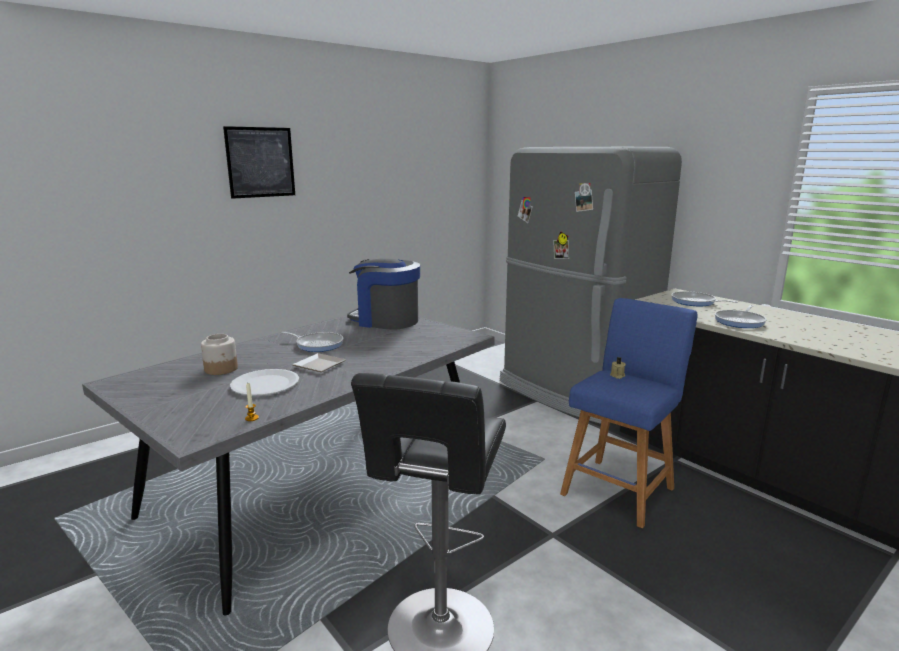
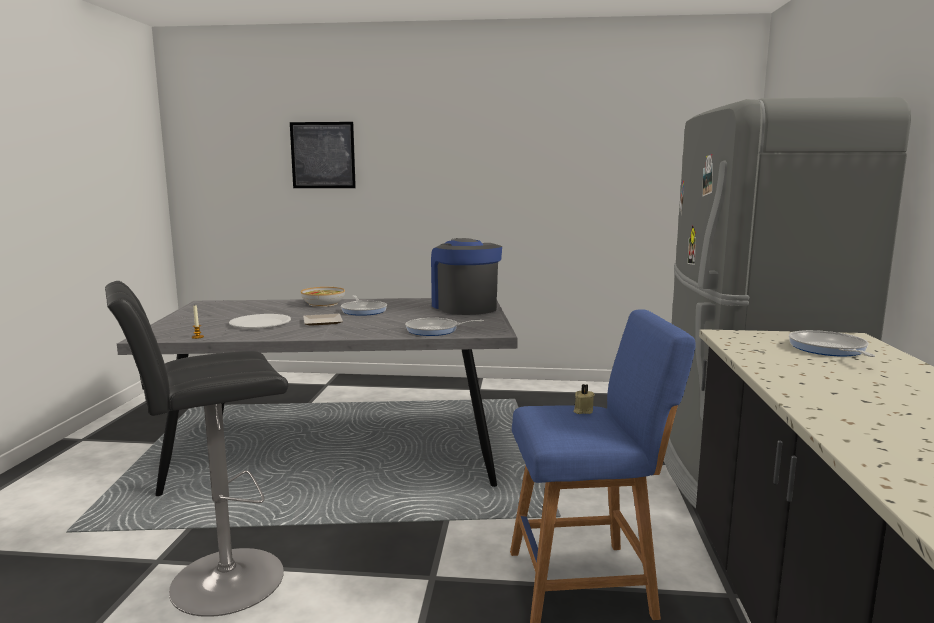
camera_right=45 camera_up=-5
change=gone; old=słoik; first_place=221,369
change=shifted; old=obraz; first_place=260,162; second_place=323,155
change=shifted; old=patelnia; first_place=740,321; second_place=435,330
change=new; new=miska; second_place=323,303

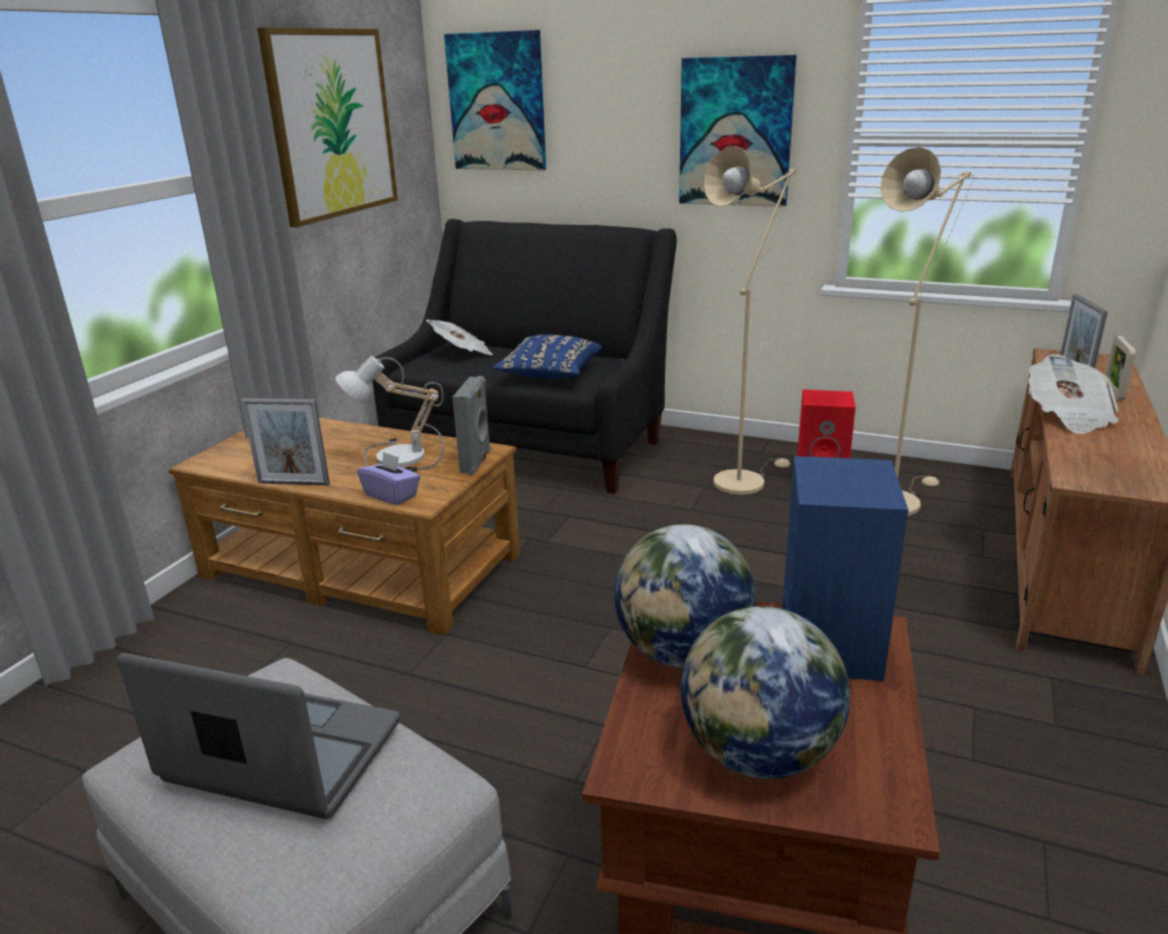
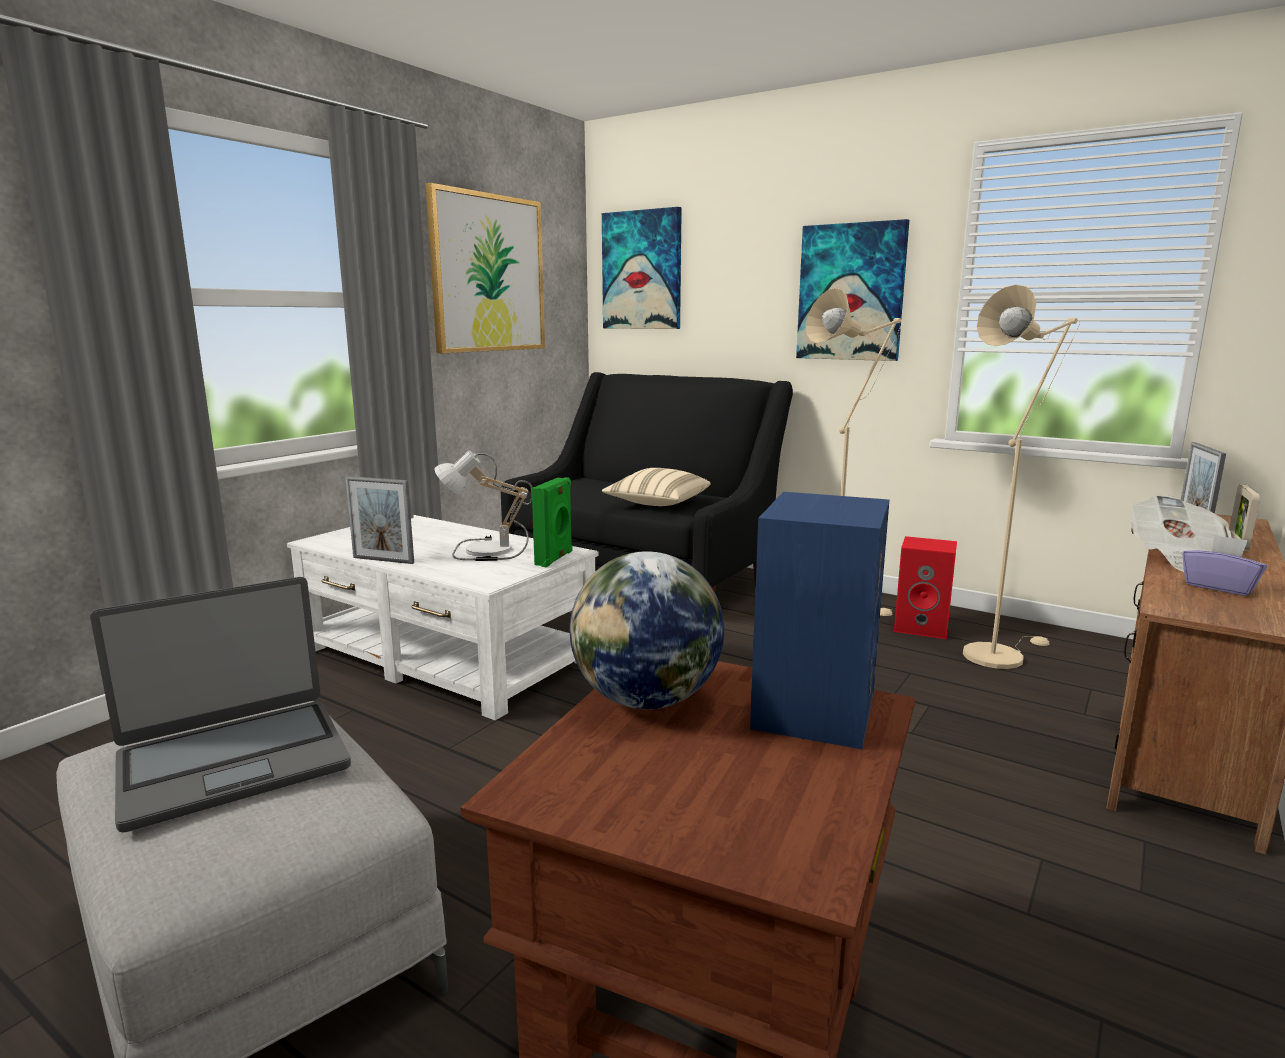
camera_right=10 camera_up=-10
change=rotated; old=laptop; first_place=282,754; second_place=233,761; degrees=120
change=repainted; old=ława/brązowy; new=ława/biały; first_place=361,566; second_place=447,656
change=shifted; old=pudełko chusteczek/fioletowy; first_place=392,495; second_place=1219,587
change=gone; old=gazeta; first_place=462,353
change=repainted; old=głośnik/szary; new=głośnik/zielony; first_place=477,462; second_place=555,558
change=repainted; old=poduszka/niebieski; new=poduszka/beżowy; first_place=550,375; second_place=657,504
change=gone; old=globus; first_place=759,755

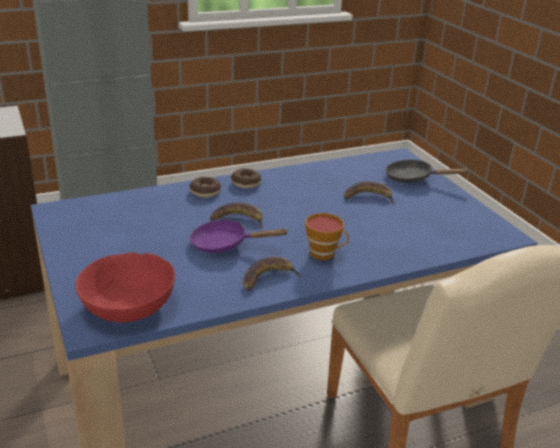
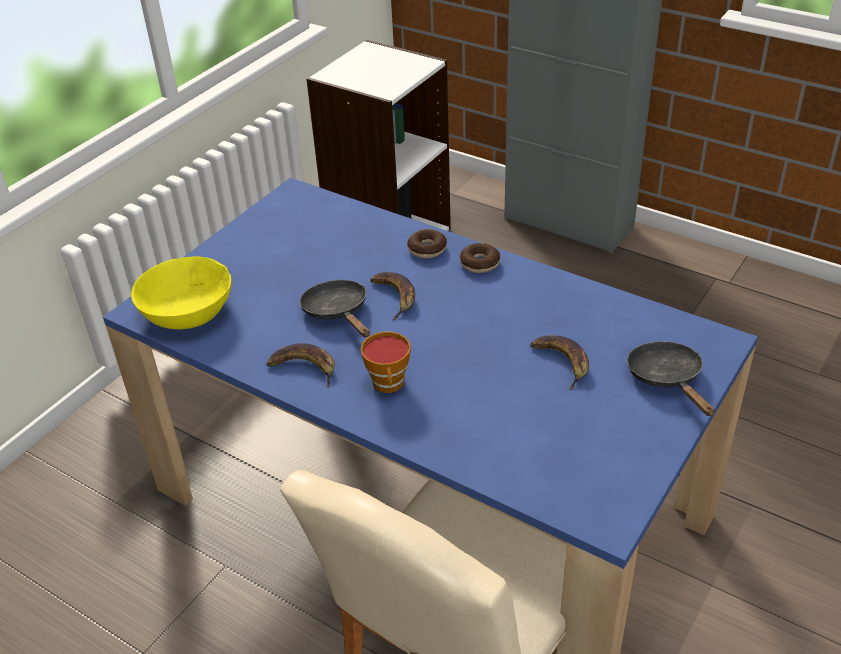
camera_right=60 camera_up=10
change=repainted; old=miska/czerwony; new=miska/żółty; first_place=127,305; second_place=187,310
change=repainted; old=patelnia/fioletowy; new=patelnia/czarny; first_place=225,244; second_place=338,312

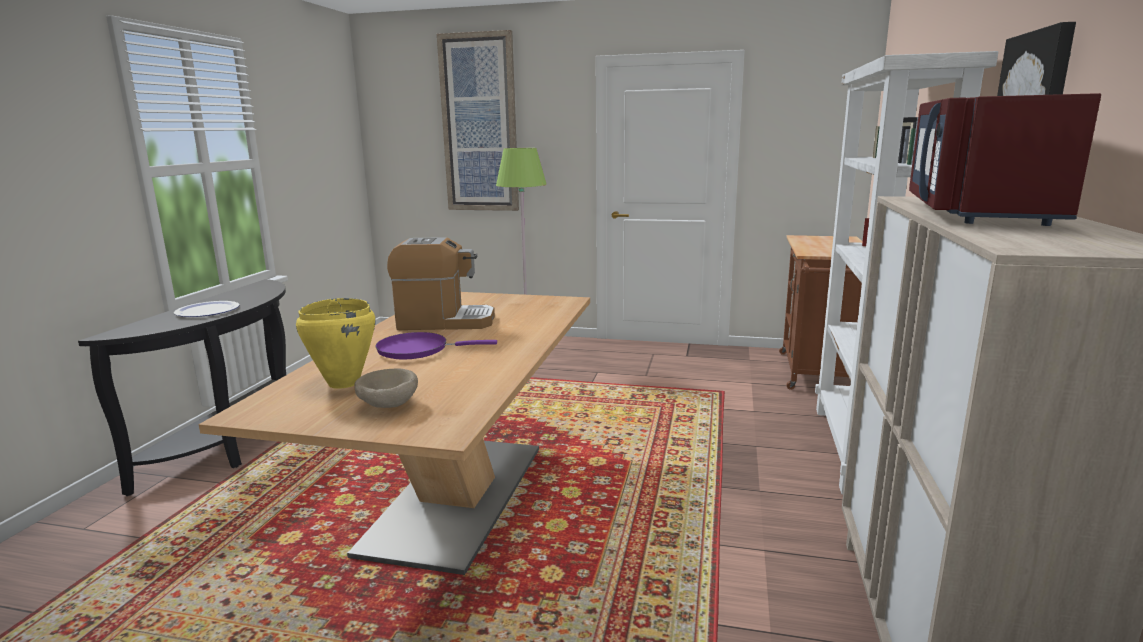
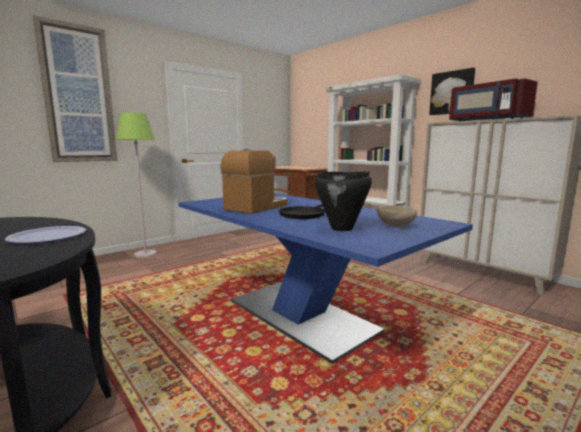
camera_right=-55 camera_up=-5
change=repainted; old=stół jadalny/beżowy; new=stół jadalny/niebieski; first_place=456,497; second_place=300,316
change=repainted; old=garnek/żółty; new=garnek/czarny; first_place=343,383; second_place=342,229
change=repainted; old=patelnia/fioletowy; new=patelnia/czarny; first_place=418,350; second_place=303,215

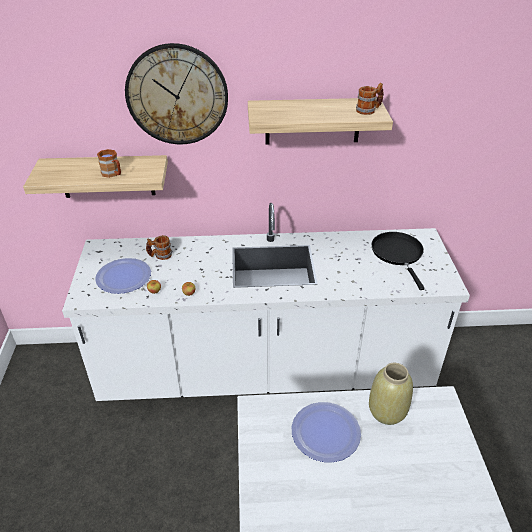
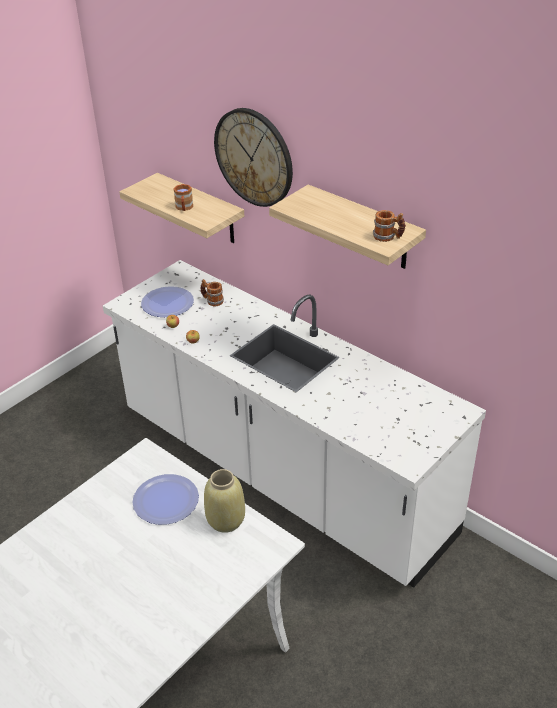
camera_right=45 camera_up=0
change=gone; old=patelnia/czarny; first_place=398,254

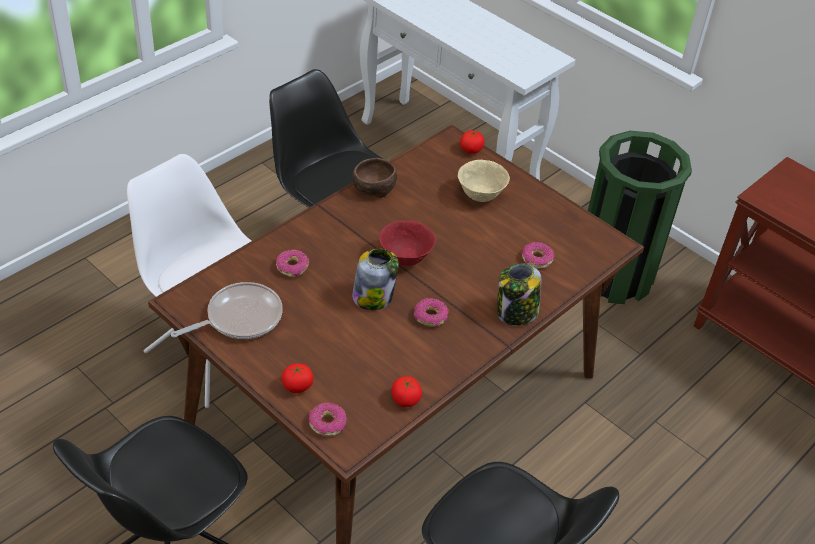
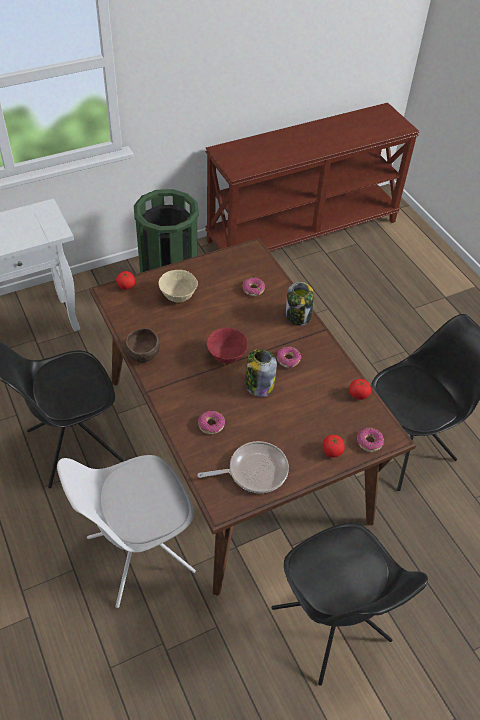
camera_right=-70 camera_up=5
change=rotated; old=patelnia; first_place=240,317; second_place=254,471; degrees=90

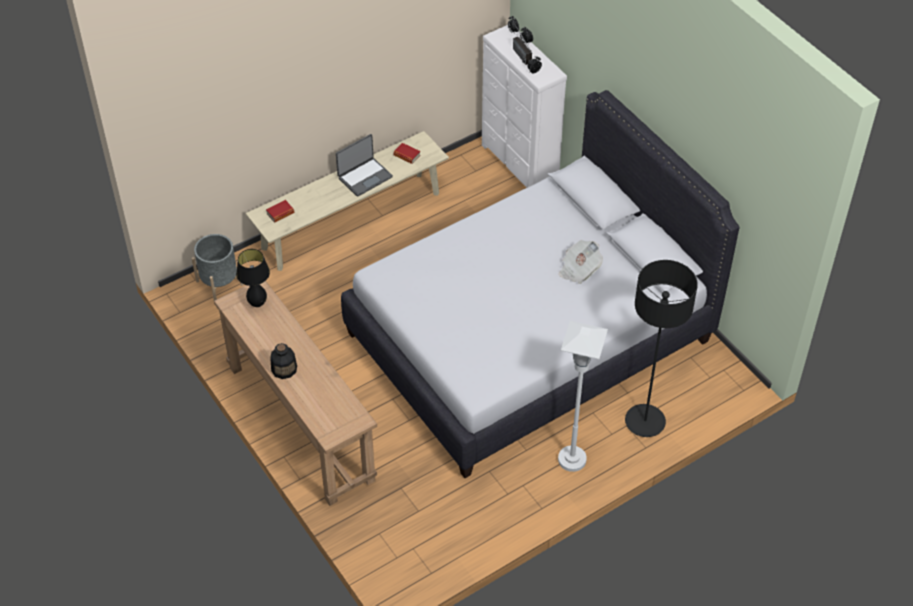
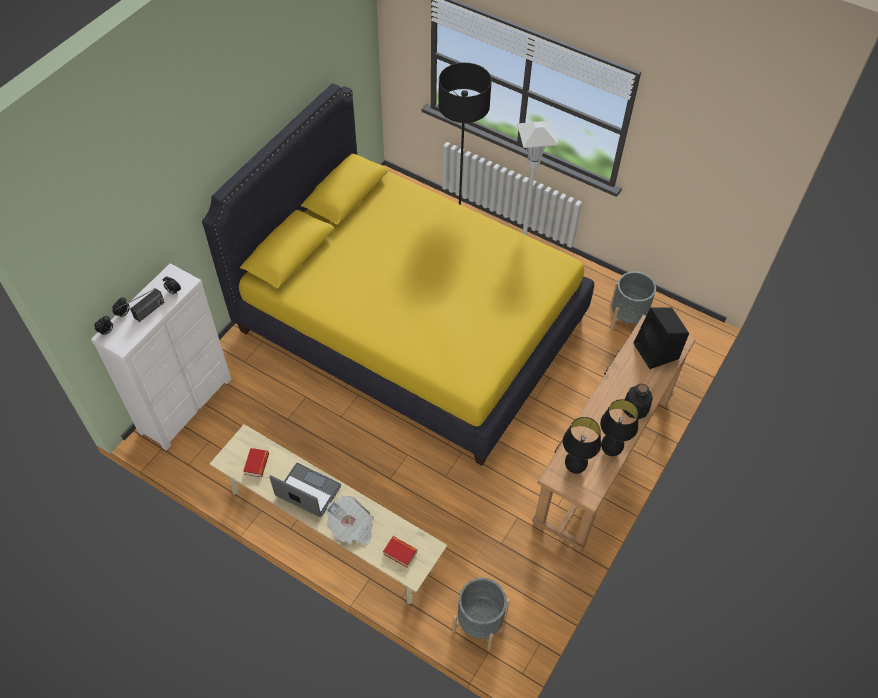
camera_right=-115 camera_up=5
change=repainted; old=łóżko/biały; new=łóżko/żółty; first_place=528,336; second_place=411,324
change=shifted; old=gazeta; first_place=579,269; second_place=352,527
change=new; new=lampa stołowa/czarny; second_place=610,451
change=new; new=donica/szary; second_place=627,318
change=new; new=głośnik/czarny; second_place=657,352

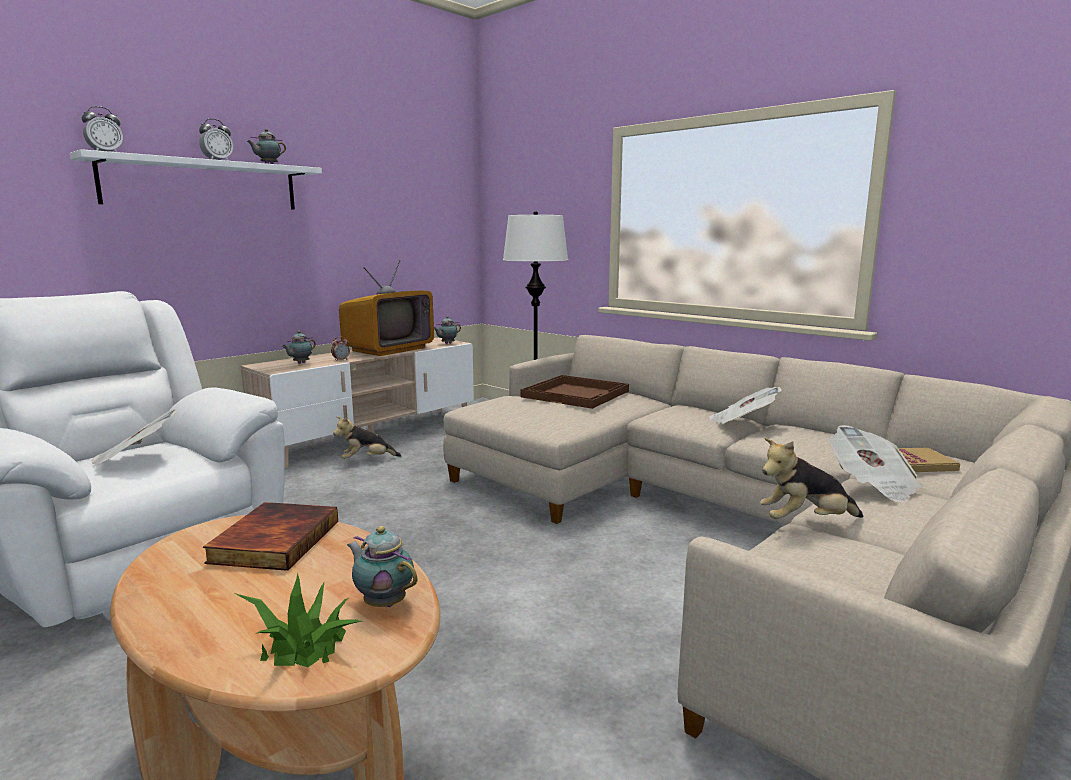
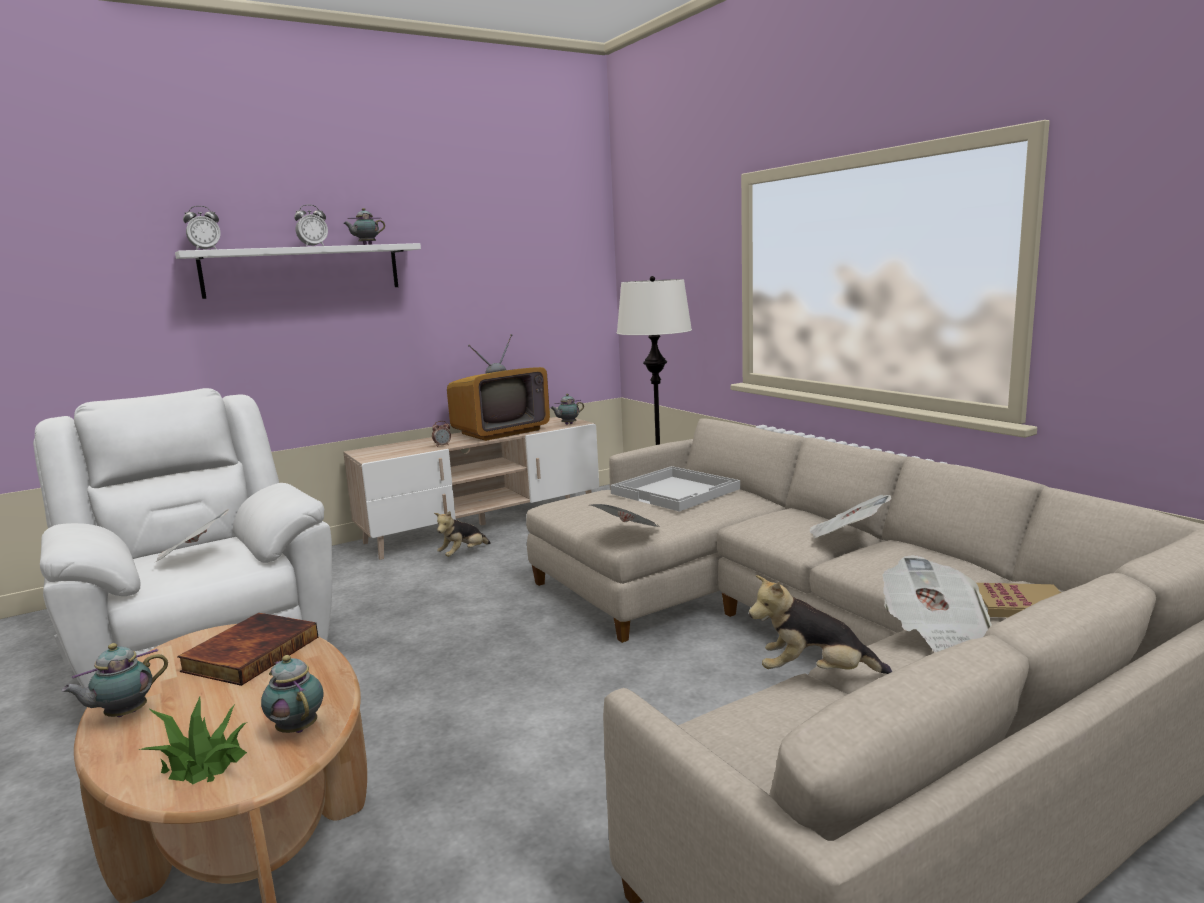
camera_right=15 camera_up=0
change=shifted; old=imbryk; first_place=300,363; second_place=123,715
change=rotated; old=pluszak; first_place=367,460; second_place=463,554; degrees=-45
change=repainted; old=taca/brązowy; new=taca/biały; first_place=576,394; second_place=676,491
change=new; new=gazeta; second_place=628,534

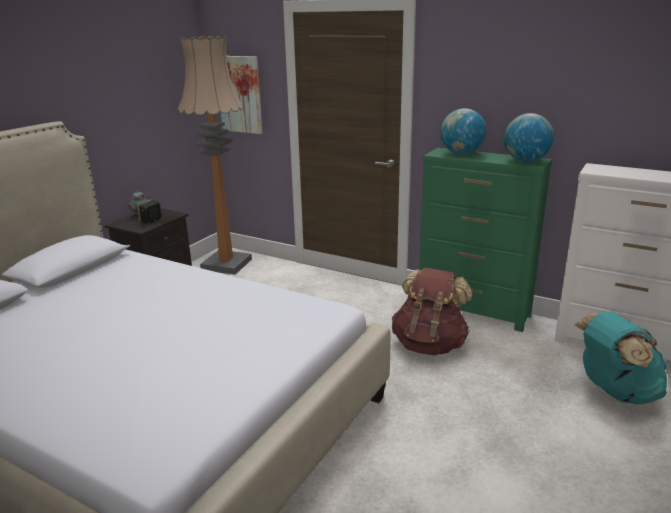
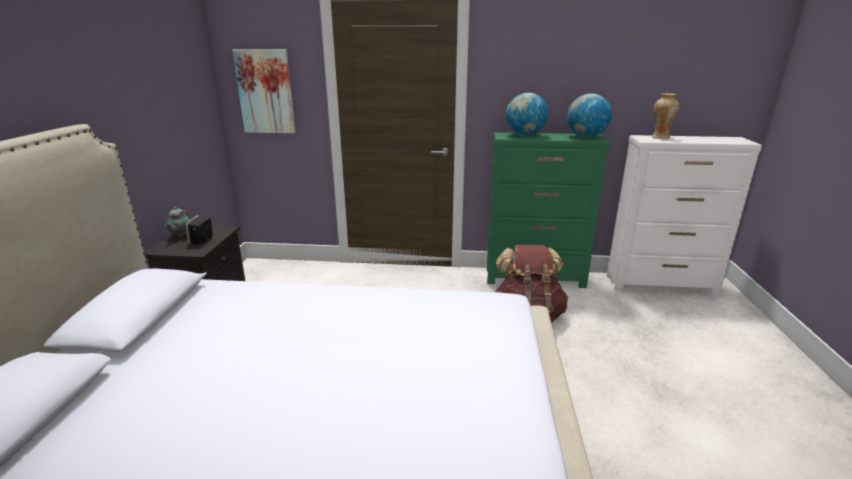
camera_right=-25 camera_up=0
change=gone; old=lampa stojąca; first_place=227,264
change=gone; old=plecak/turkusowy; first_place=615,391
change=new; new=wazon; second_place=660,137

